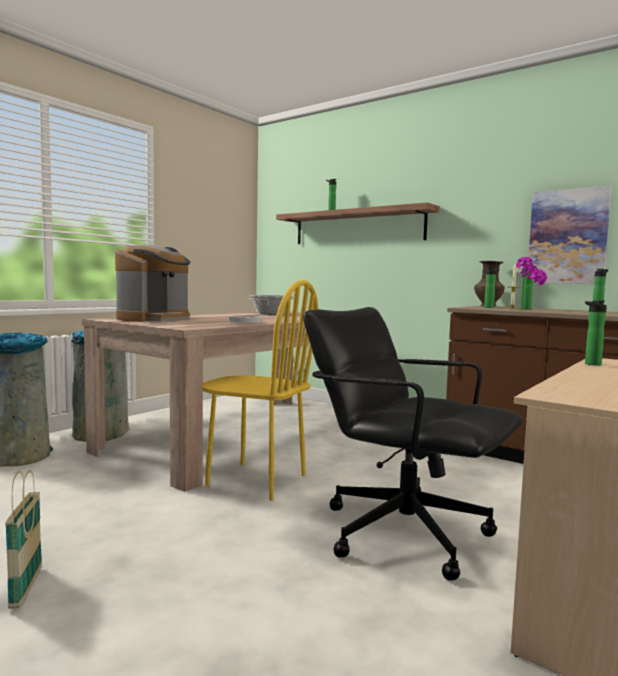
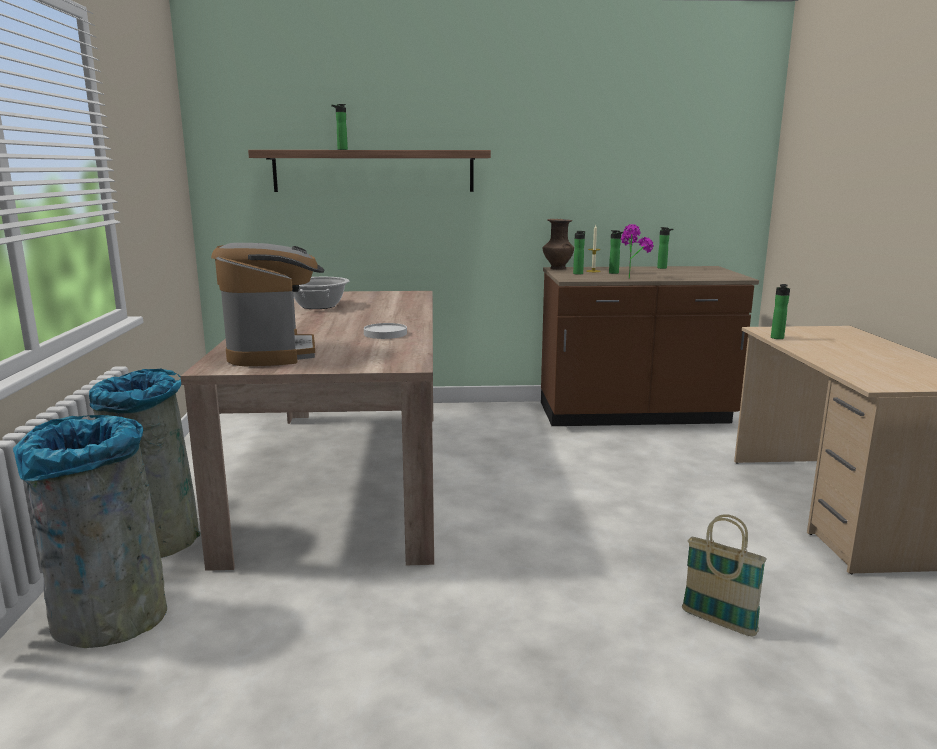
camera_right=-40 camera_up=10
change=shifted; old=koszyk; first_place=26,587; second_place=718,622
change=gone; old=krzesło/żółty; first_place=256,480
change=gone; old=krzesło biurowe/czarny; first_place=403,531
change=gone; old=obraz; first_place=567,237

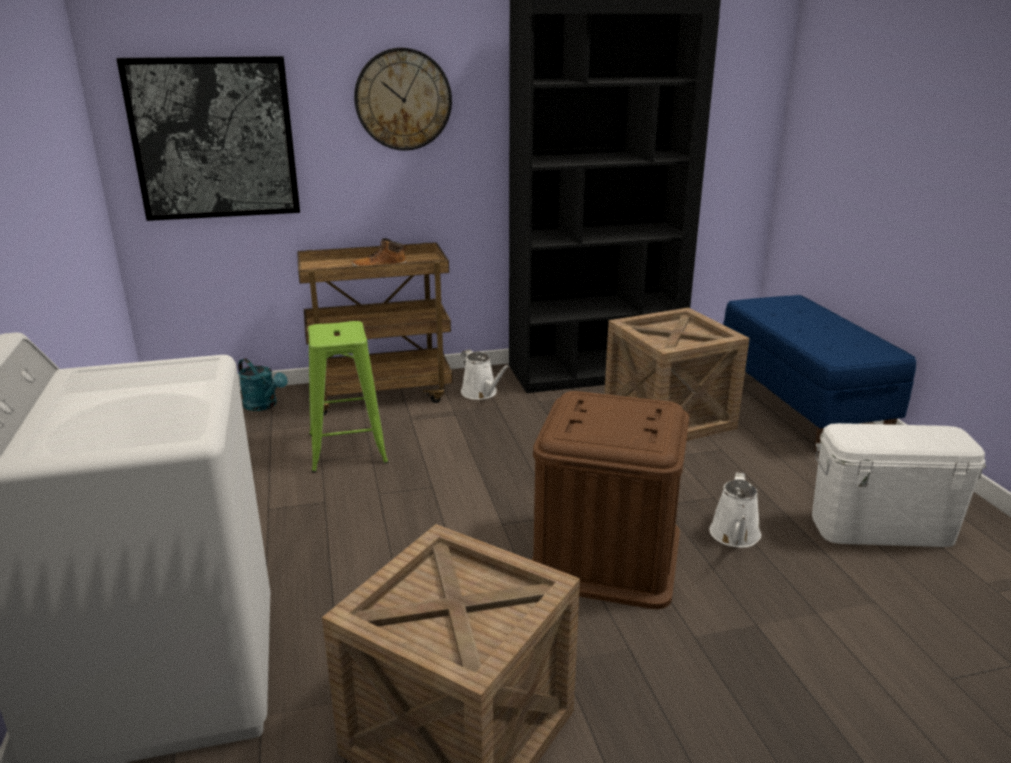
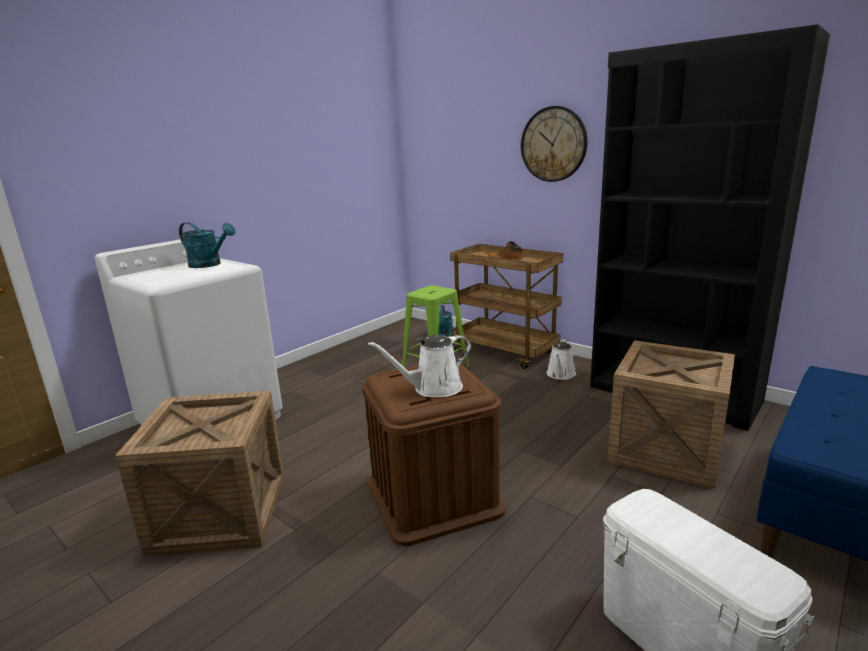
camera_right=55 camera_up=-5
change=gone; old=obraz; first_place=214,139
change=shifted; old=konewka/biały; first_place=735,536; second_place=433,388
change=new; new=konewka/turkusowy; second_place=210,265

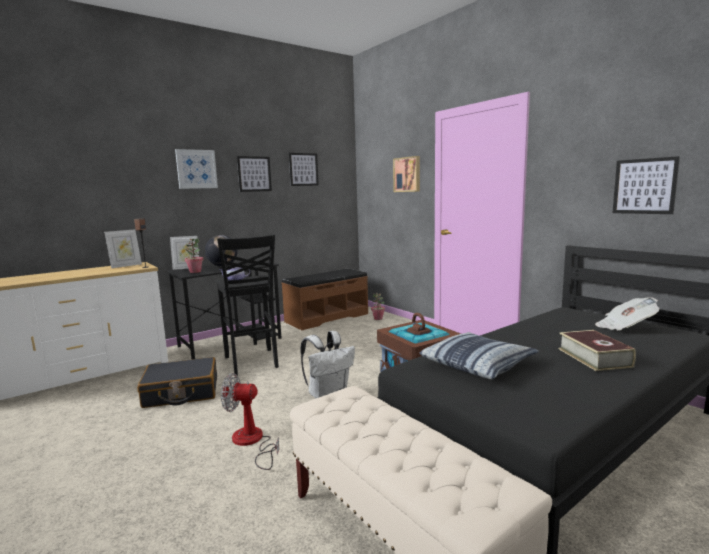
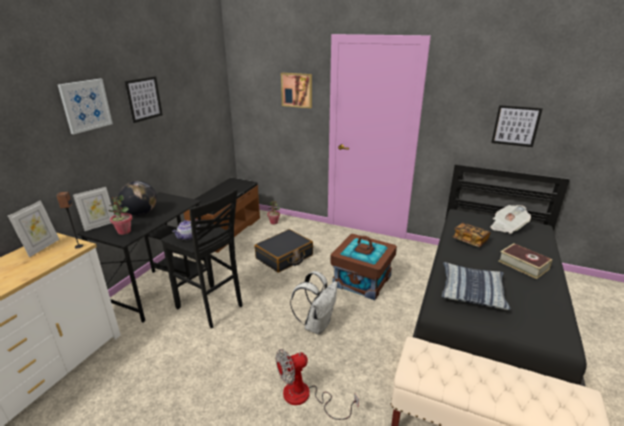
camera_right=-30 camera_up=15
change=shifted; old=walizka/czarny; first_place=181,392; second_place=284,257
change=gone; old=obraz; first_place=303,169
change=new; new=książka; second_place=470,241

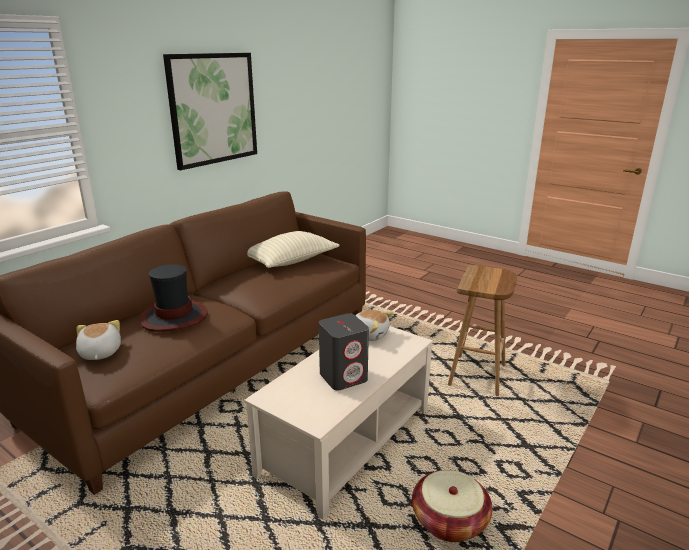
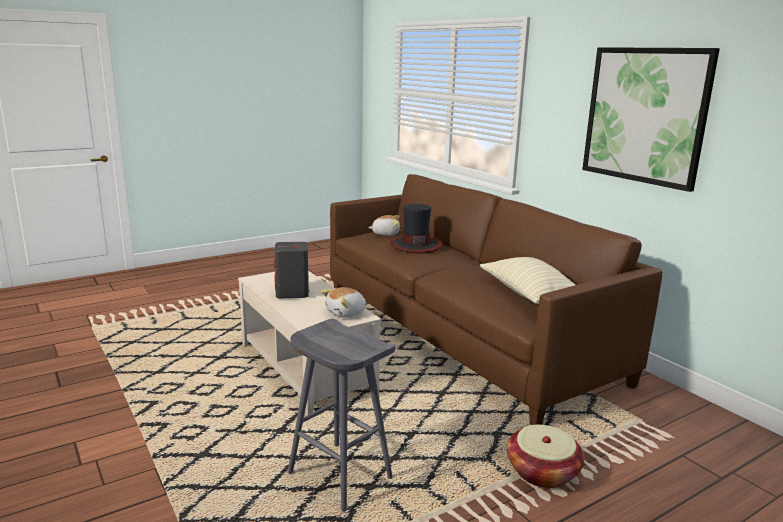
camera_right=110 camera_up=-5
change=shifted; old=koszyk; first_place=449,520; second_place=542,472
change=repainted; old=stołek/brązowy; new=stołek/szary; first_place=477,376; second_place=338,476

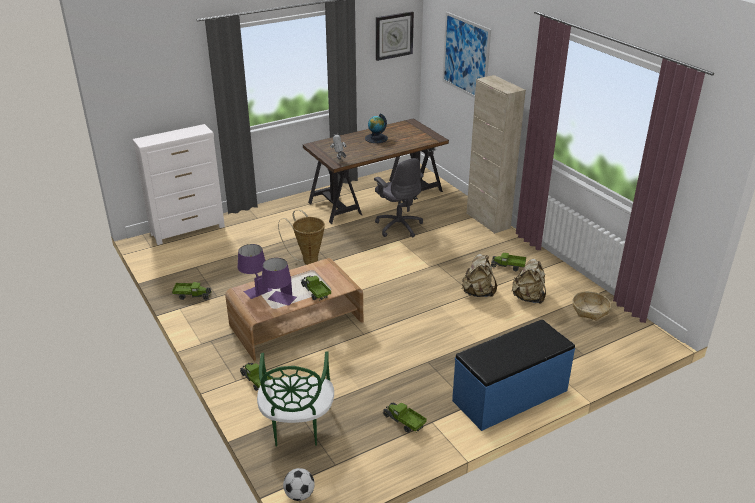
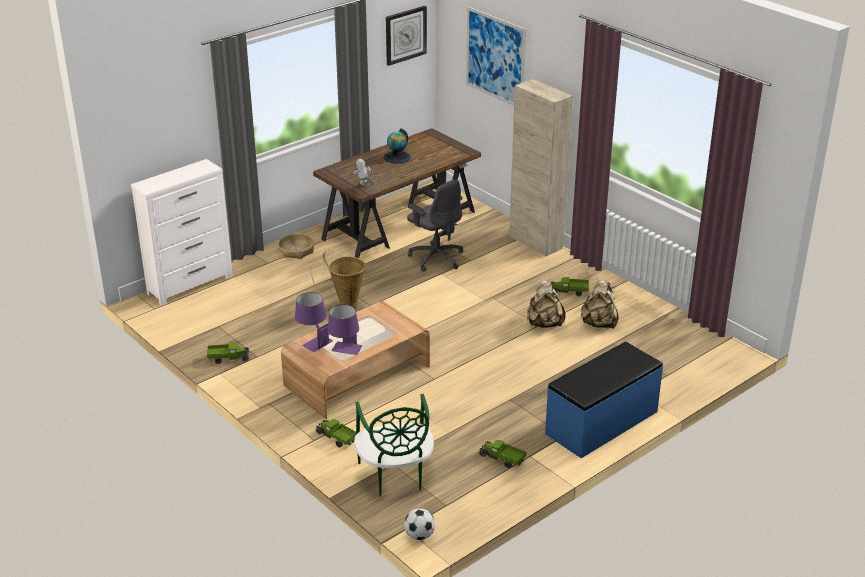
camera_right=-10 camera_up=0
change=gone; old=ciężarówka zabawkowa; first_place=315,292
change=shifted; old=koszyk; first_place=590,310; second_place=296,251

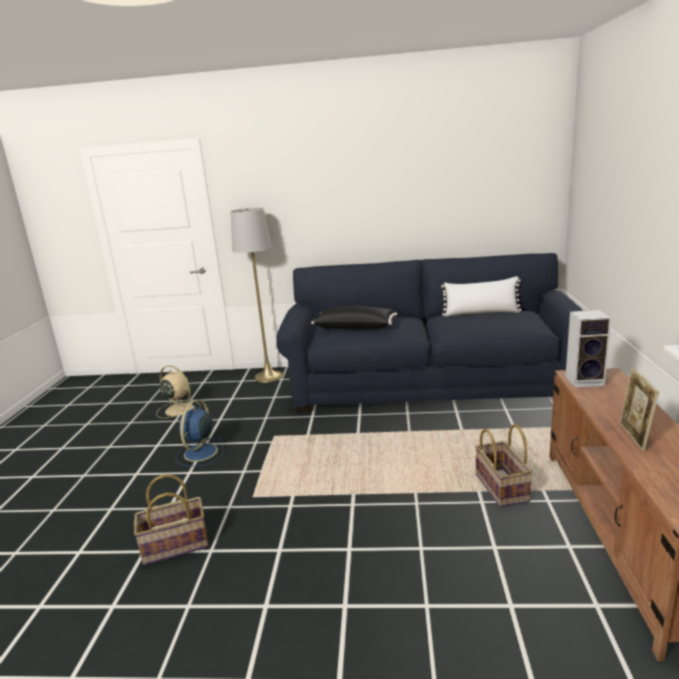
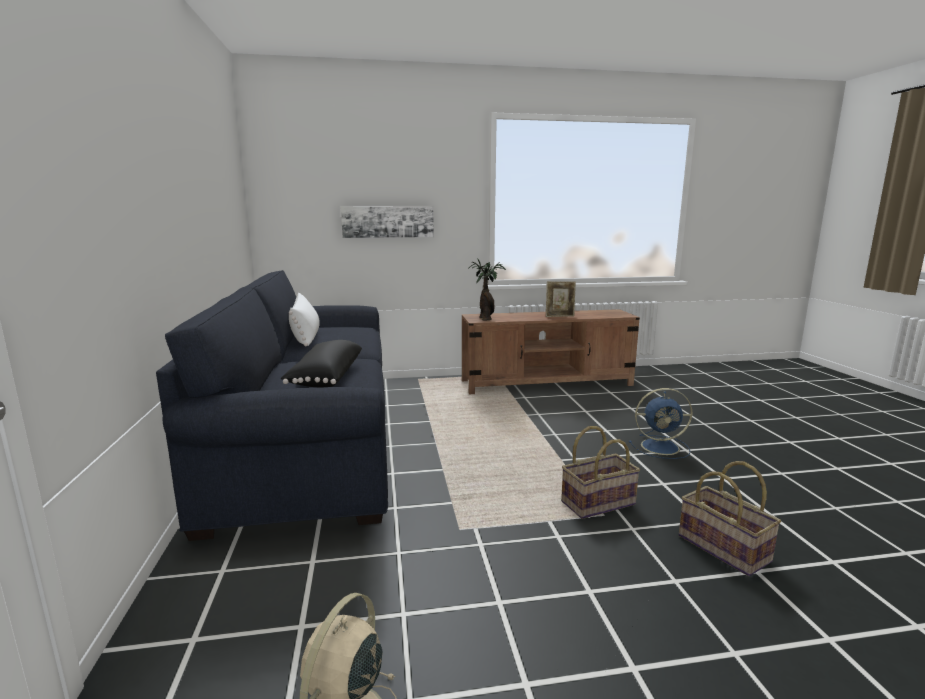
camera_right=-105 camera_up=-5
change=shifted; old=wentylator/niebieski; first_place=200,453; second_place=661,447
change=gone; old=lampa stojąca/szary; first_place=268,376
change=shifted; old=koszyk; first_place=502,487; second_place=597,502
change=swapped; old=głośnik; new=roślina doniczkowa; first_place=585,380; second_place=486,319
change=new; new=obraz; second_place=388,222

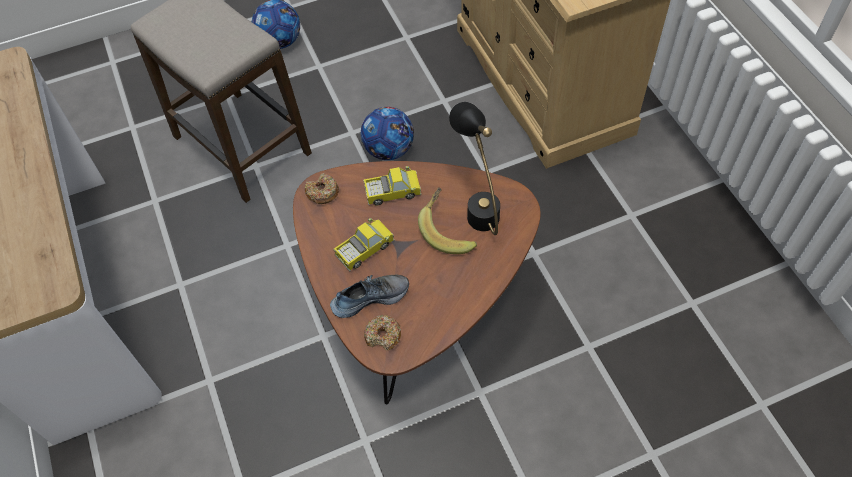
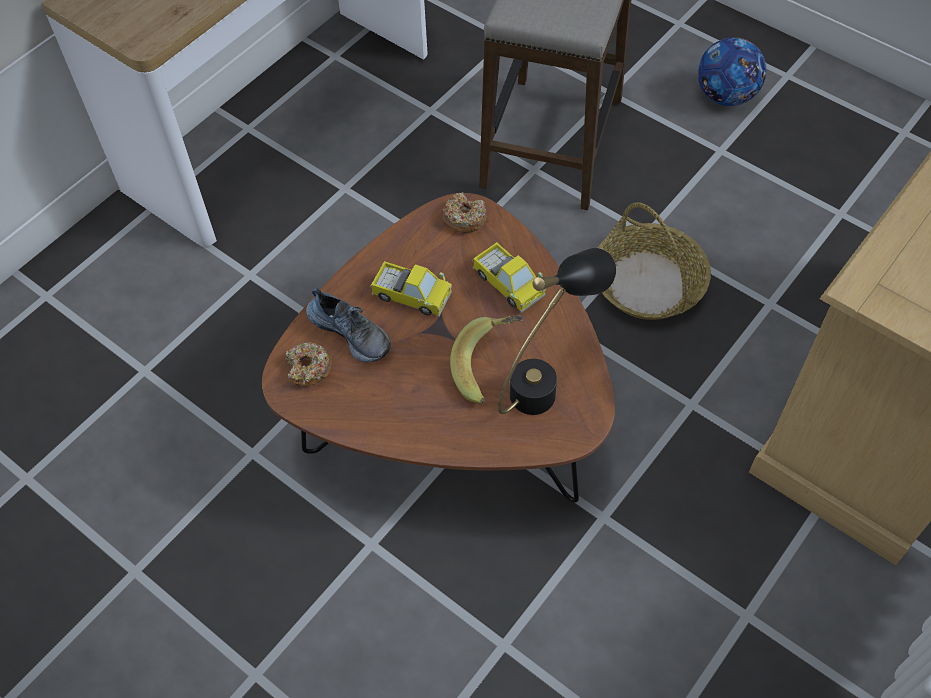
camera_right=60 camera_up=0
change=swapped; old=piłka futbolowa; new=koszyk; first_place=389,150; second_place=649,284

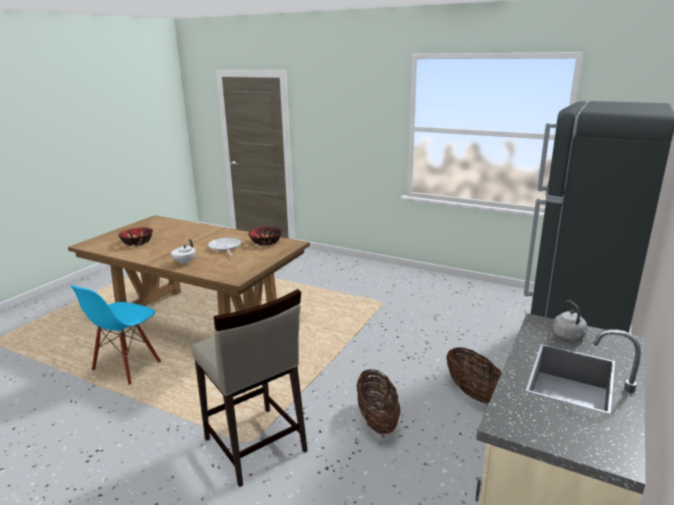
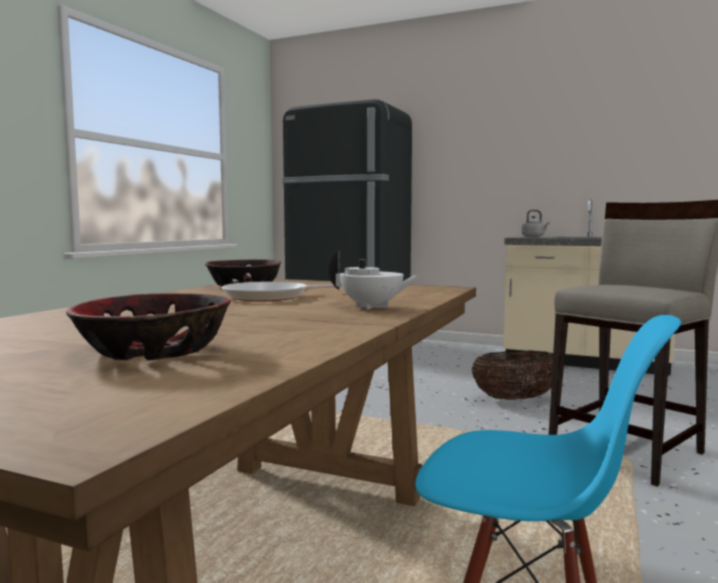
camera_right=-95 camera_up=-15
change=gone; old=koszyk; first_place=473,393

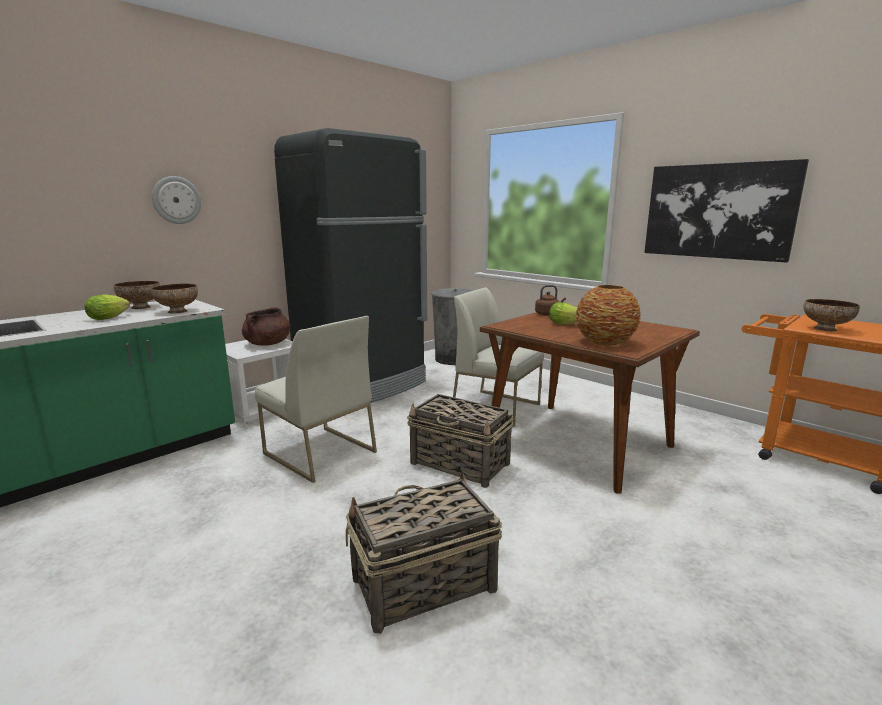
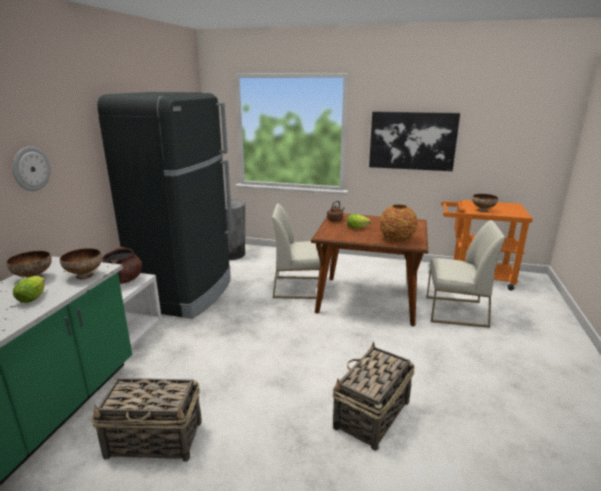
camera_right=-30 camera_up=5
change=shifted; old=krzesło/biały; first_place=318,453; second_place=455,312
change=shifted; old=koszyk; first_place=460,464; second_place=155,439

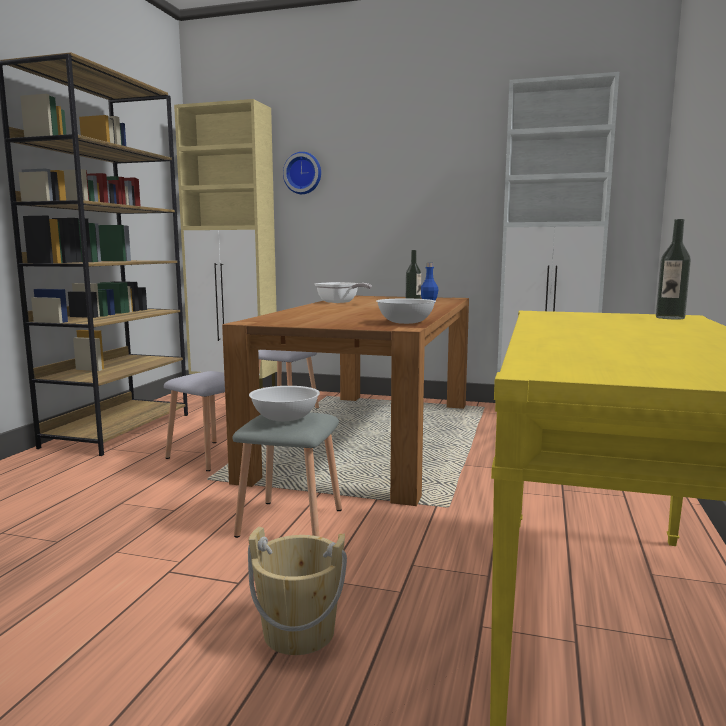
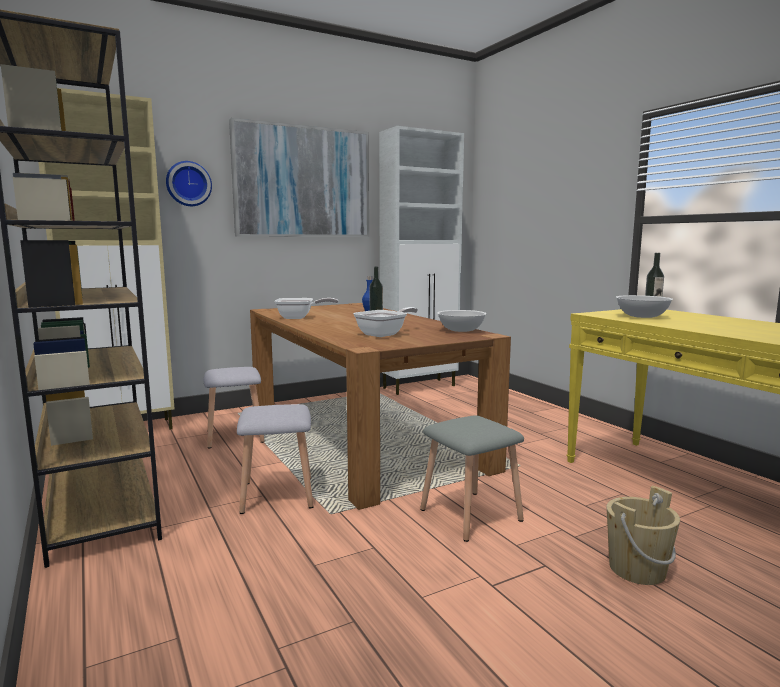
camera_right=-45 camera_up=0
change=shifted; old=miska/biały; first_place=285,418; second_place=642,317
change=new; new=obraz; second_place=302,182
change=new; new=patelnia; second_place=384,334

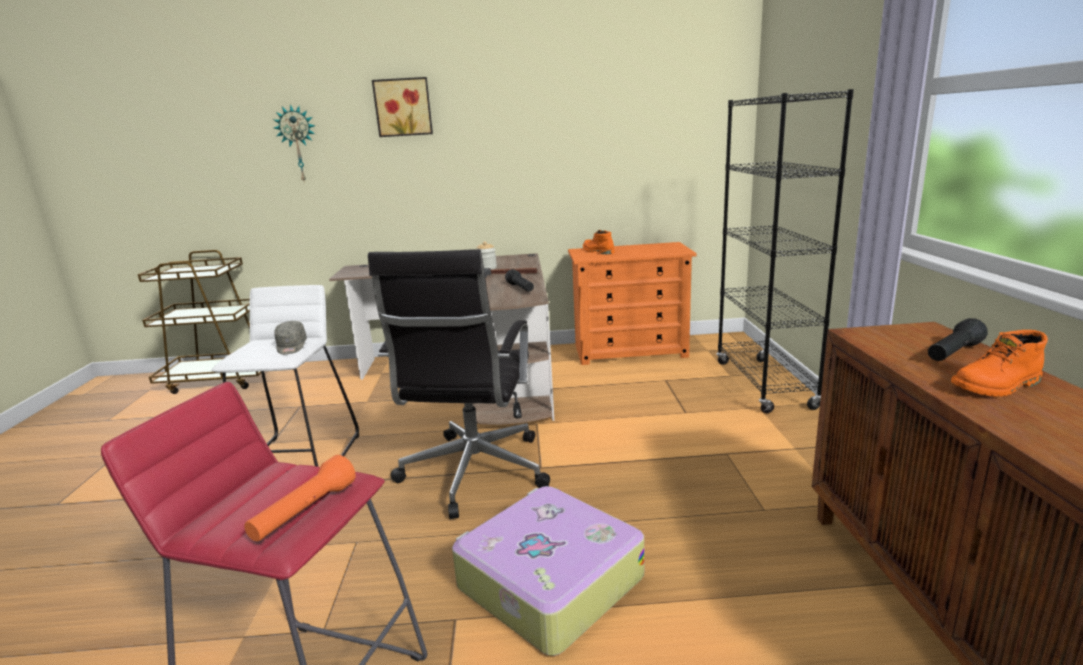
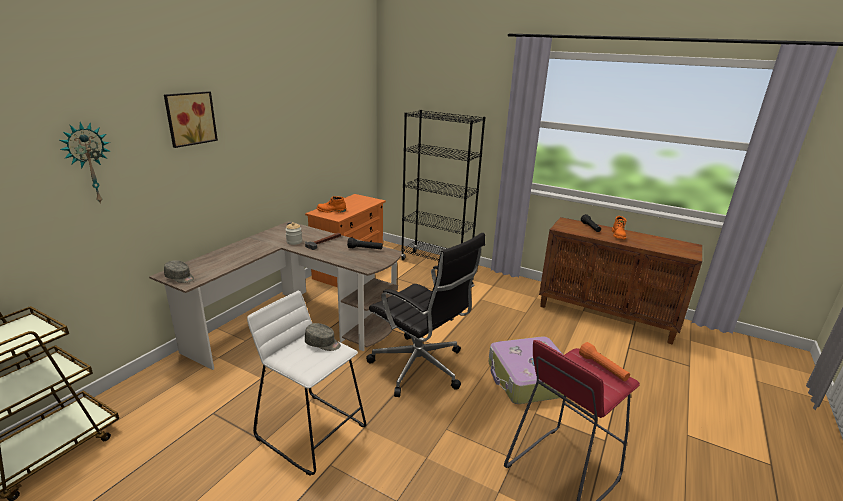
camera_right=-60 camera_up=5
change=new; new=czapka z daszkiem/szary; second_place=180,278

